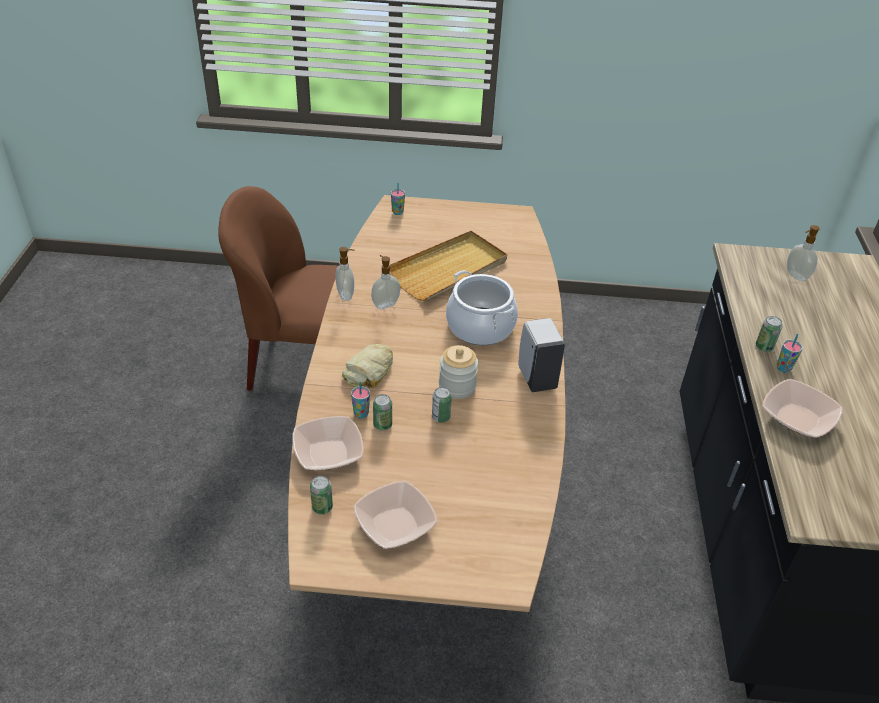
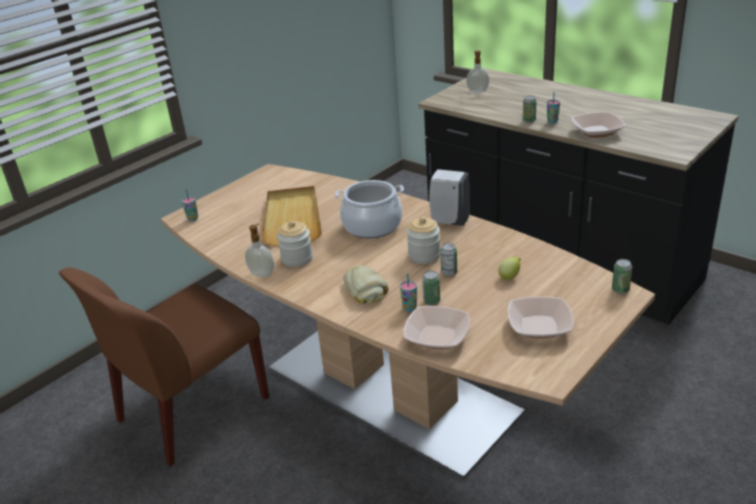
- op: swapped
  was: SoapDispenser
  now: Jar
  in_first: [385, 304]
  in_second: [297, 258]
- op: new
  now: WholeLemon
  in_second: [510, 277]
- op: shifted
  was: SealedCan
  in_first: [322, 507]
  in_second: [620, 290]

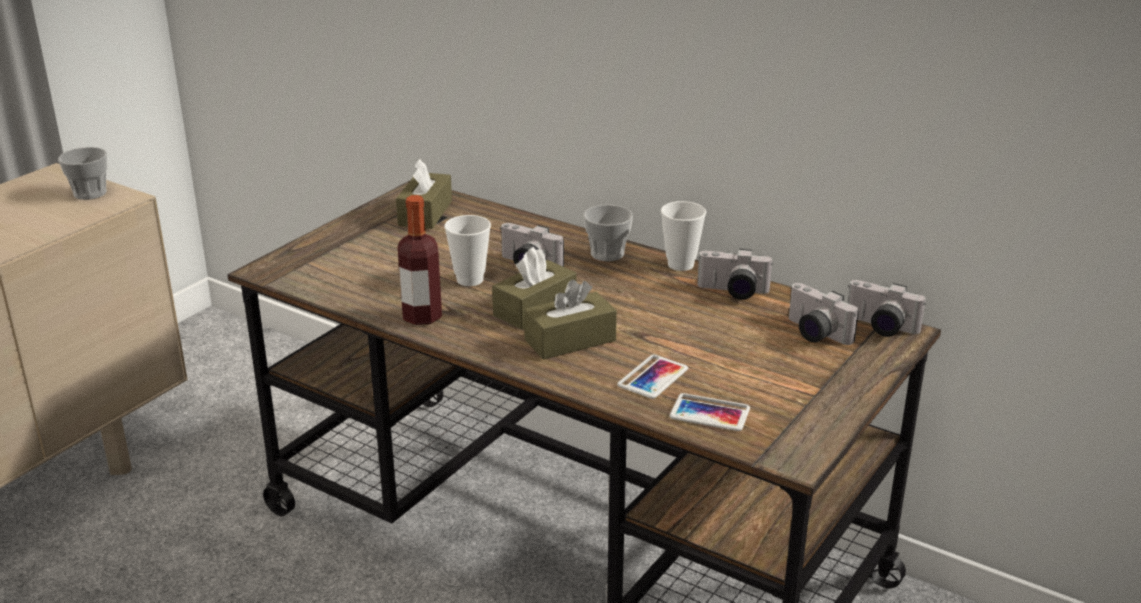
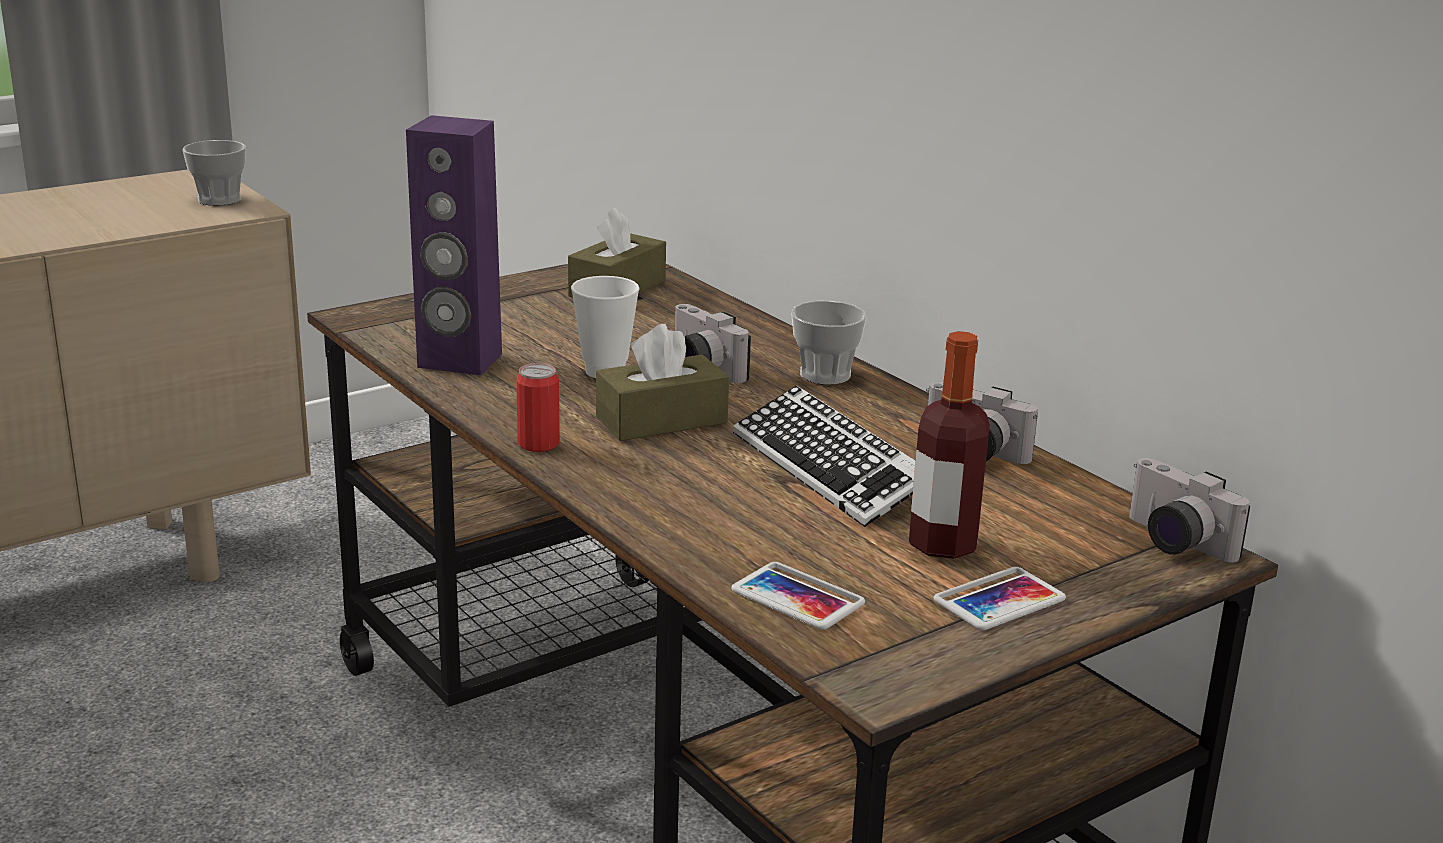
- op: new
  now: PurpleAudioSpeaker
  in_second: [459, 361]
- op: new
  now: SealedCan
  in_second: [538, 444]
- op: new
  now: Keyboard
  in_second: [830, 469]
- op: shifted
  was: DrinkBottle
  in_first: [422, 316]
  in_second: [942, 545]
- op: shifted
  was: Telephone
  in_first: [653, 377]
  in_second: [999, 600]
- op: gone
  was: BrownColouredTissueBox
  in_first: [570, 340]
- op: gone
  was: SmallCup
  in_first: [680, 264]
- op: gone
  was: StillCamera
  in_first: [813, 333]

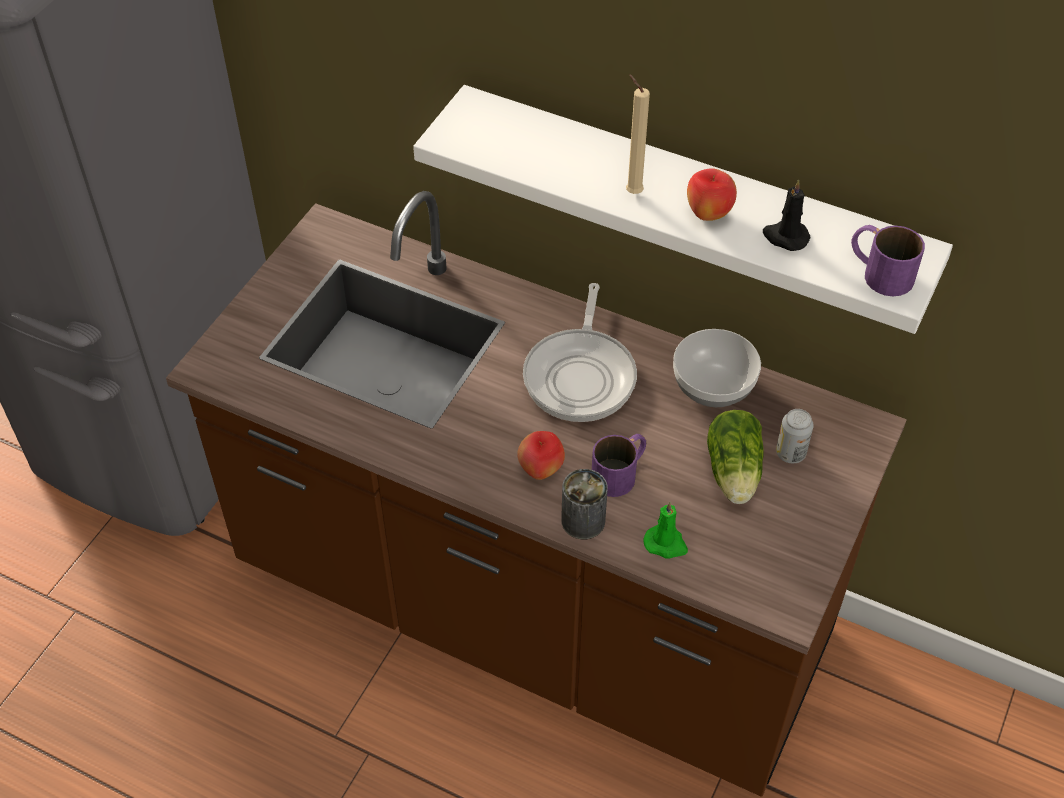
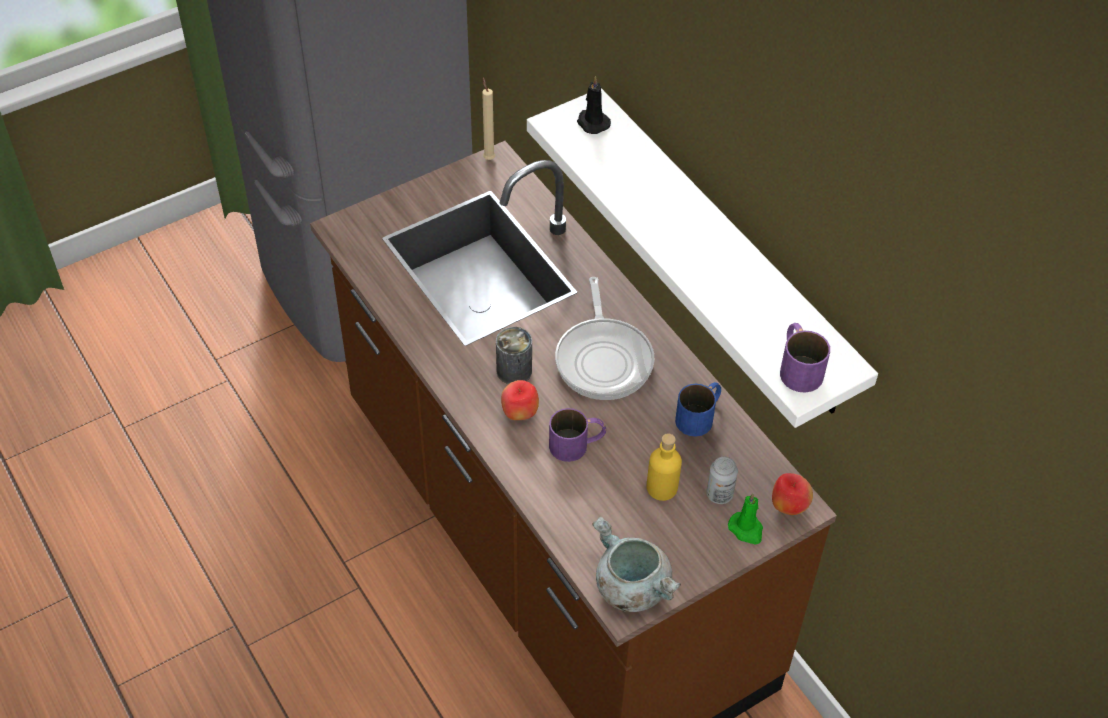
- op: shifted
  was: SandColouredWaxCandle
  in_first: [631, 192]
  in_second: [488, 158]
- op: shifted
  was: SealedCan
  in_first: [583, 521]
  in_second: [514, 370]
- op: rotated
  was: Pan
  in_first: [581, 375]
  in_second: [604, 358]
  clockwise: -45
- op: shifted
  was: BlackWaxCandle
  in_first: [785, 237]
  in_second: [592, 122]
- op: new
  now: GreySaucepot
  in_second: [630, 587]
- op: swapped
  was: Lettuce
  now: YellowDrinkBottle
  in_first: [733, 474]
  in_second: [662, 488]
- op: swapped
  was: DeepDish
  now: BluishMug
  in_first: [714, 386]
  in_second: [700, 415]
- op: shifted
  was: GreenColouredWaxCandle
  in_first: [666, 544]
  in_second: [746, 529]
- op: shifted
  was: WholeApple
  in_first: [708, 214]
  in_second: [788, 506]

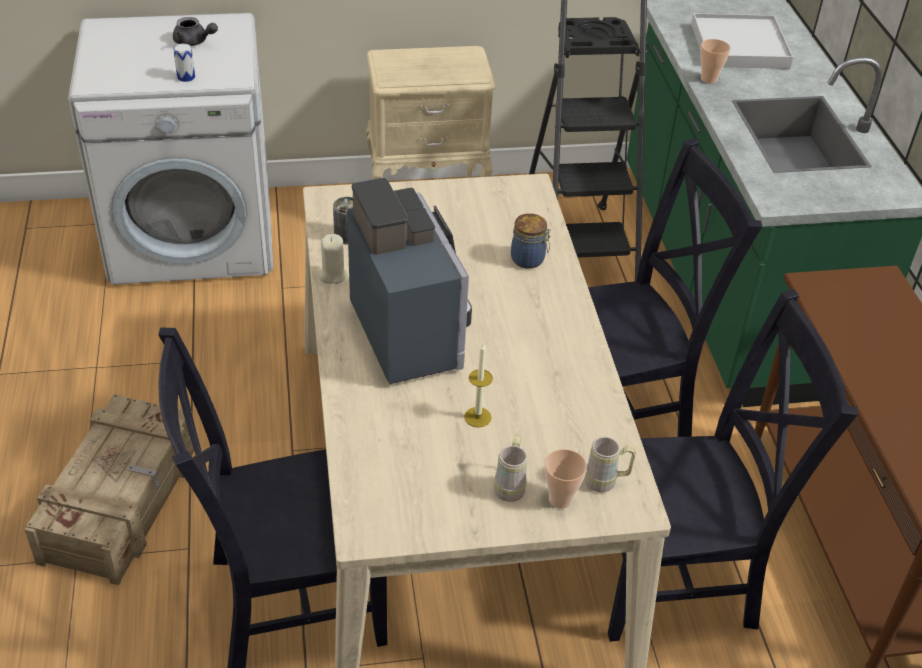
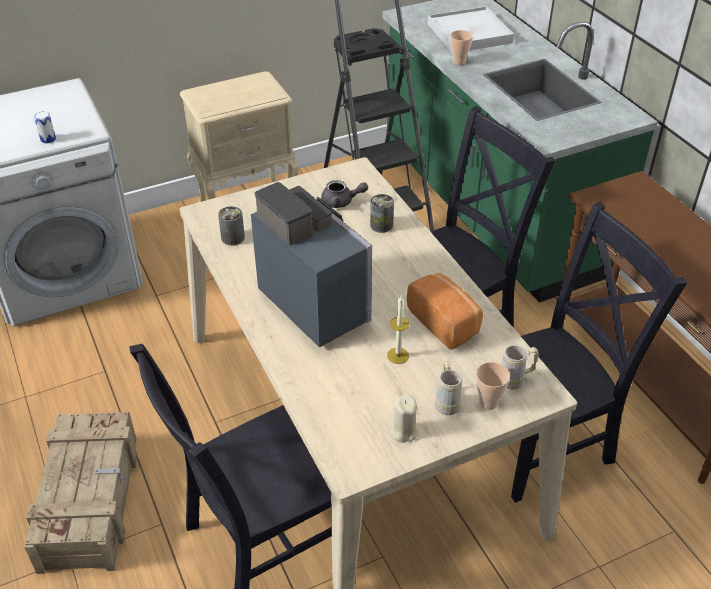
- op: shifted
  was: GreyPotForTea
  in_first: [194, 42]
  in_second: [341, 202]
- op: swapped
  was: Jar
  now: SealedCan
  in_first: [529, 260]
  in_second: [381, 225]
- op: shifted
  was: SandColouredWaxCandle
  in_first: [332, 275]
  in_second: [403, 431]
- op: new
  now: Bread
  in_second: [445, 322]

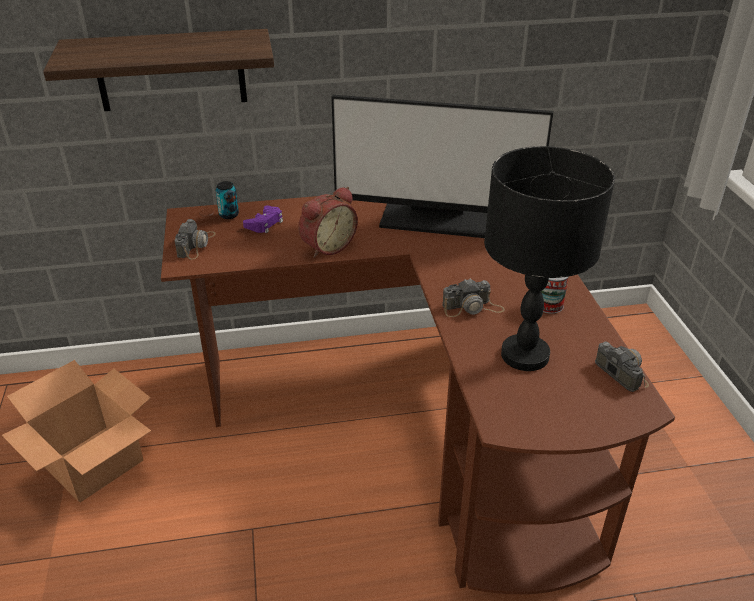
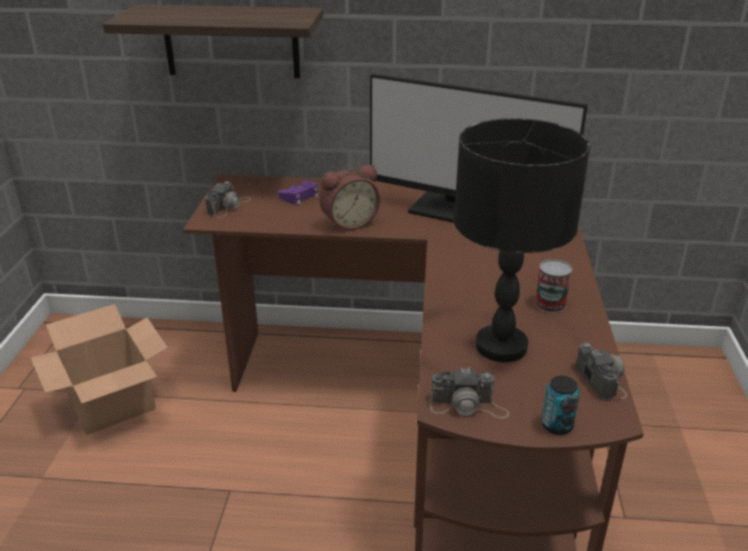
- op: shifted
  was: StillCamera
  in_first: [472, 308]
  in_second: [468, 406]
- op: shifted
  was: SealedCan
  in_first: [229, 215]
  in_second: [556, 425]

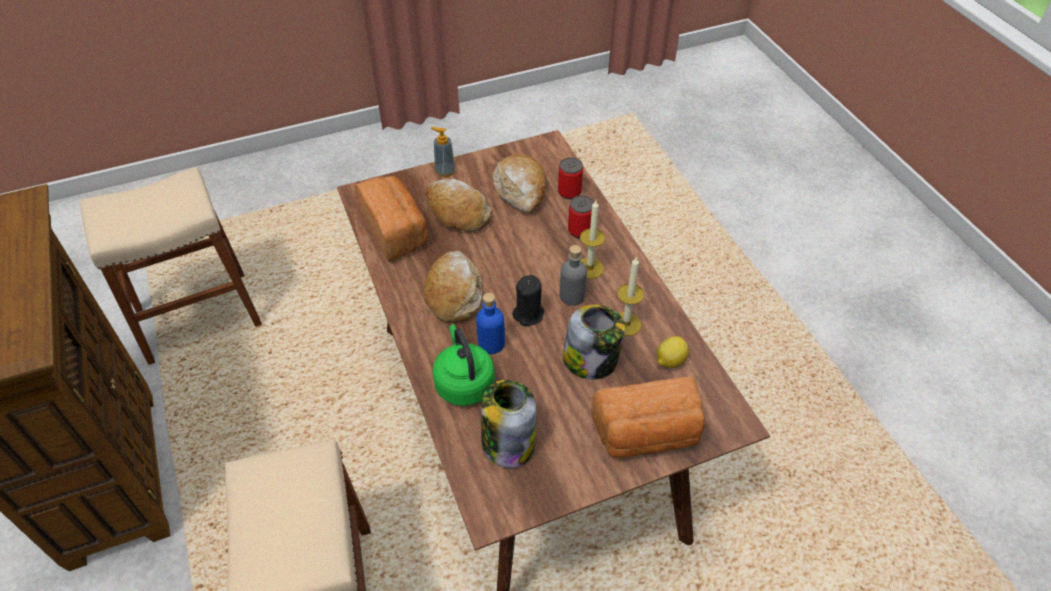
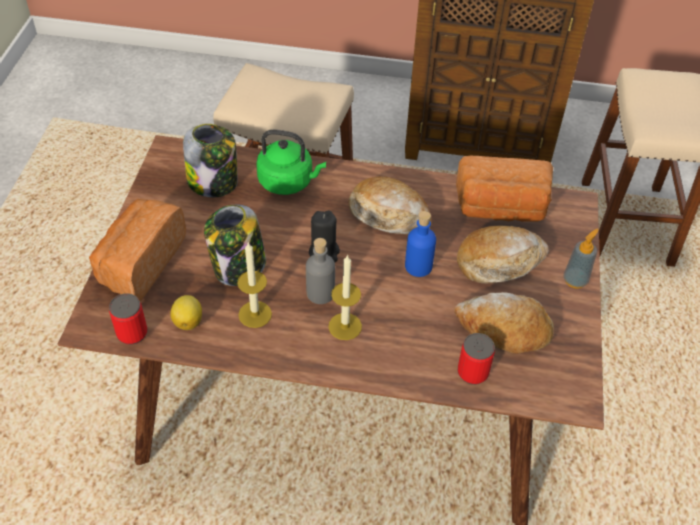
- op: shifted
  was: SealedCan
  in_first: [580, 230]
  in_second: [132, 333]
- op: shifted
  was: BluishDrinkBottle
  in_first: [491, 343]
  in_second: [418, 266]

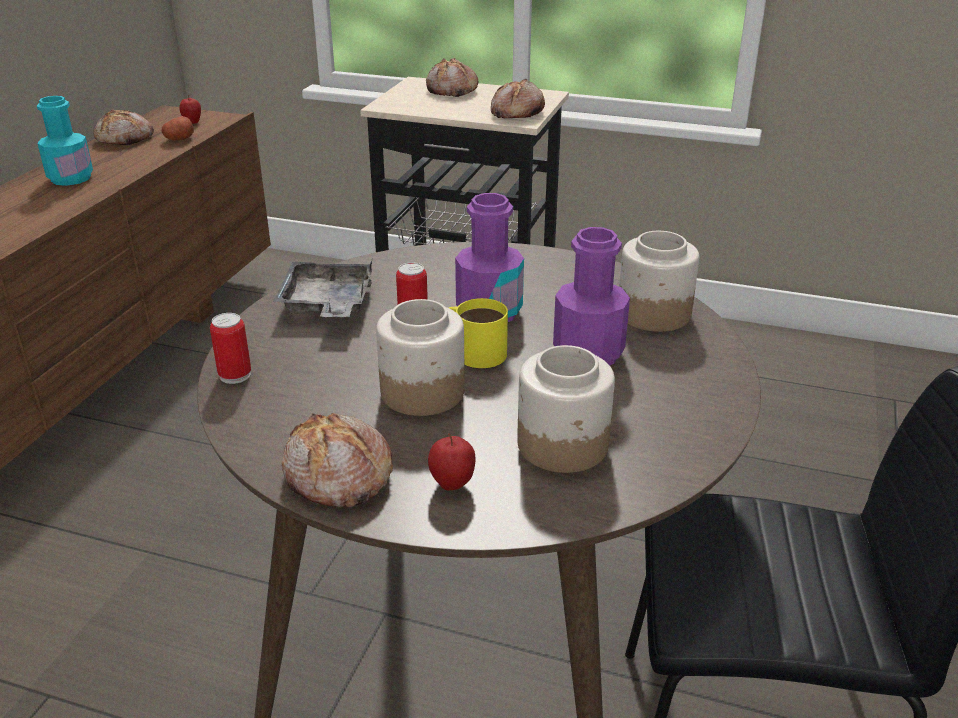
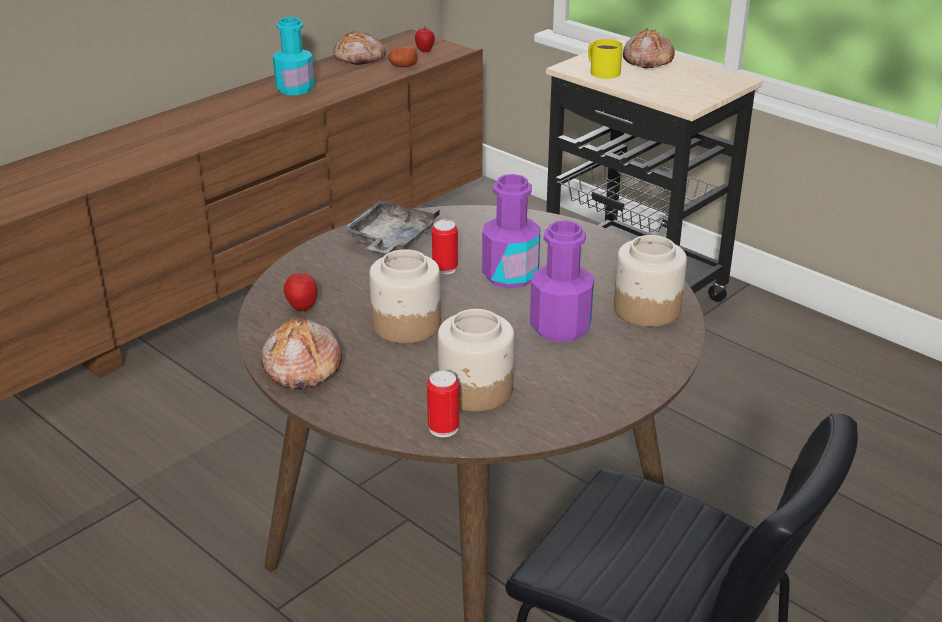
- op: shifted
  was: WholeApple
  in_first: [452, 485]
  in_second: [302, 308]
- op: shifted
  was: SealedCan
  in_first: [235, 375]
  in_second: [443, 428]
- op: shifted
  was: YellowMug
  in_first: [472, 351]
  in_second: [601, 71]
- op: gone
  was: Bread
  in_first: [516, 113]

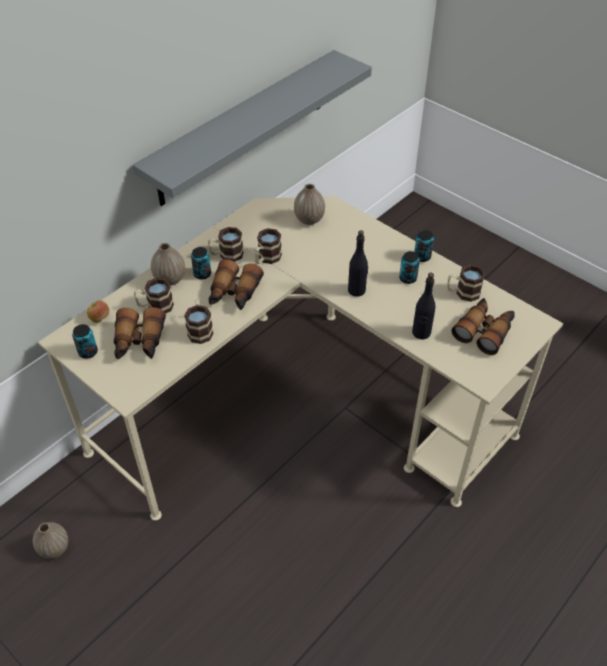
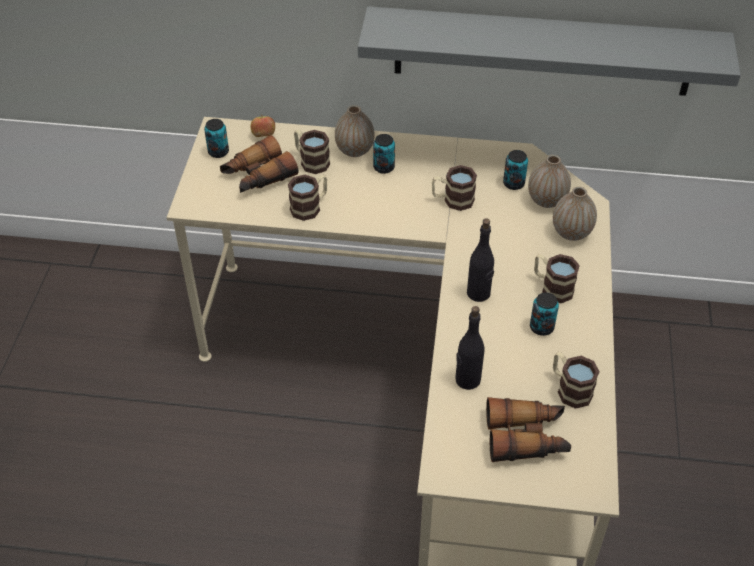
- op: shifted
  was: SealedCan
  in_first: [422, 257]
  in_second: [513, 183]
- op: shifted
  was: Mug
  in_first: [226, 255]
  in_second: [552, 287]
- op: shifted
  was: Vase
  in_first: [54, 548]
  in_second: [571, 233]
- op: gone
  was: PairOfBinoculars
  in_first: [234, 294]

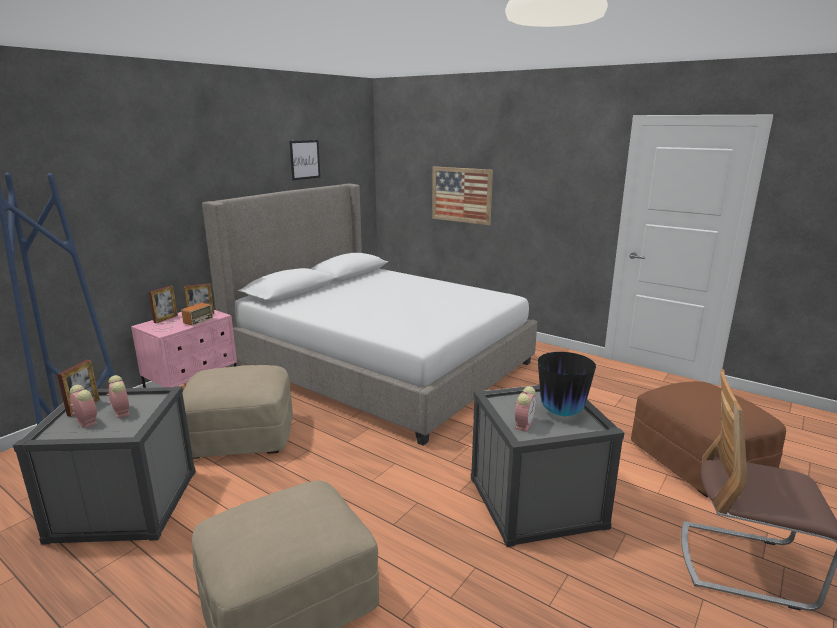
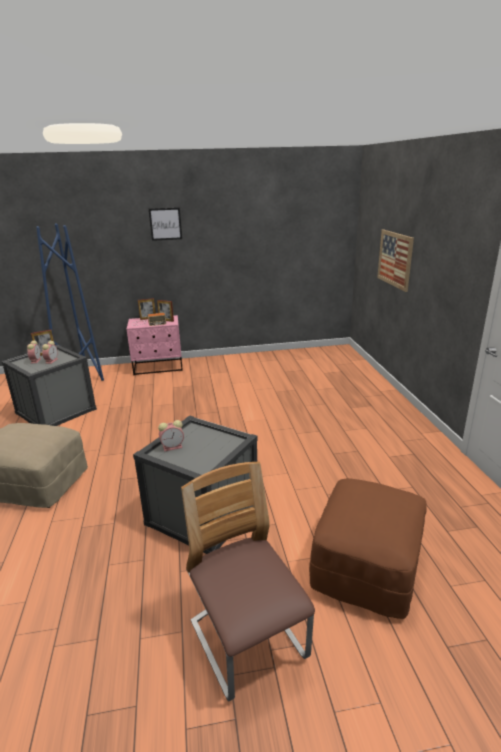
- op: shifted
  was: WallPicture
  in_first: [305, 159]
  in_second: [165, 224]
- op: gone
  was: SandColouredPouffe
  in_first: [240, 436]
- op: gone
  was: SleepingBed
  in_first: [379, 365]
- op: gone
  was: Vase
  in_first: [561, 412]

